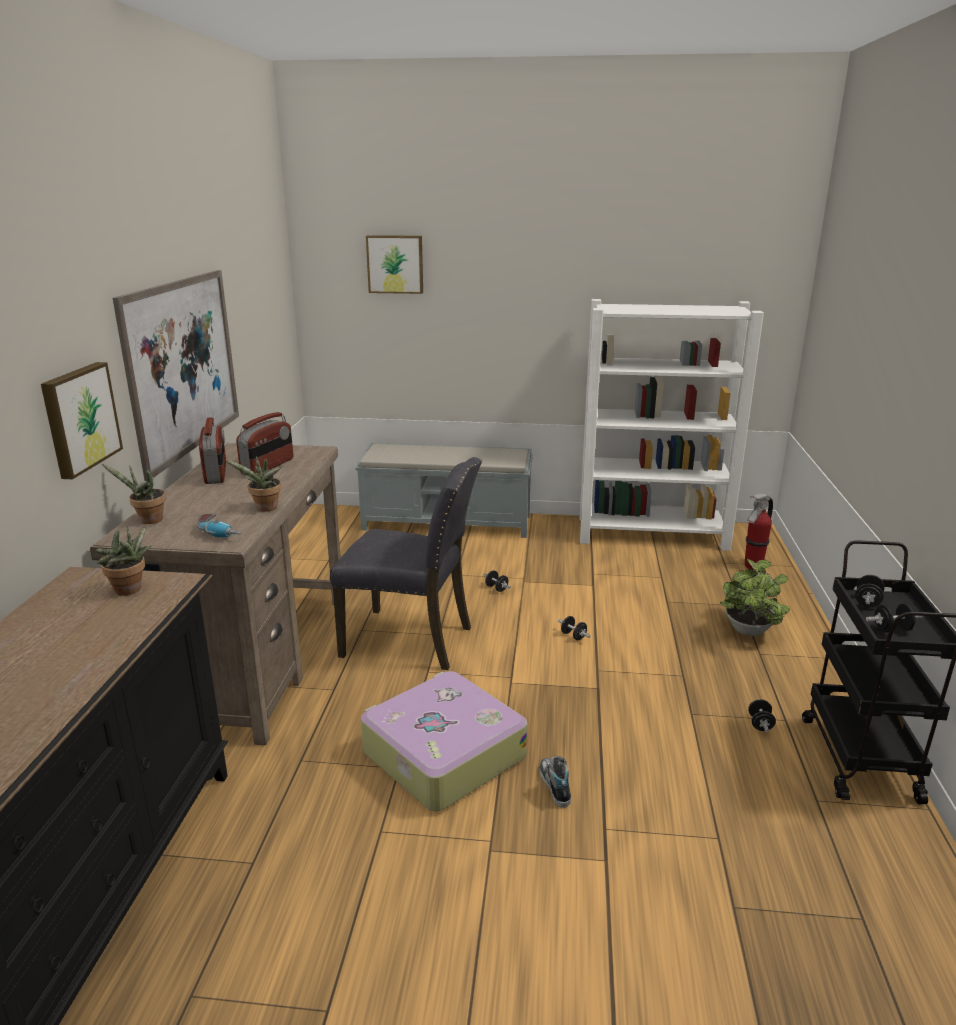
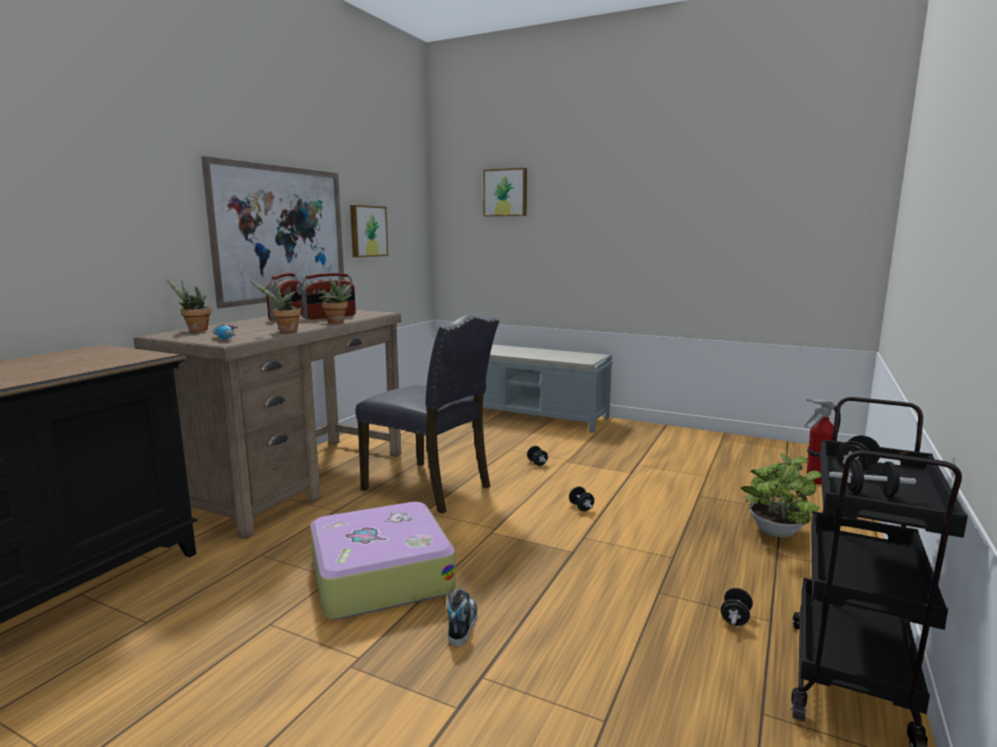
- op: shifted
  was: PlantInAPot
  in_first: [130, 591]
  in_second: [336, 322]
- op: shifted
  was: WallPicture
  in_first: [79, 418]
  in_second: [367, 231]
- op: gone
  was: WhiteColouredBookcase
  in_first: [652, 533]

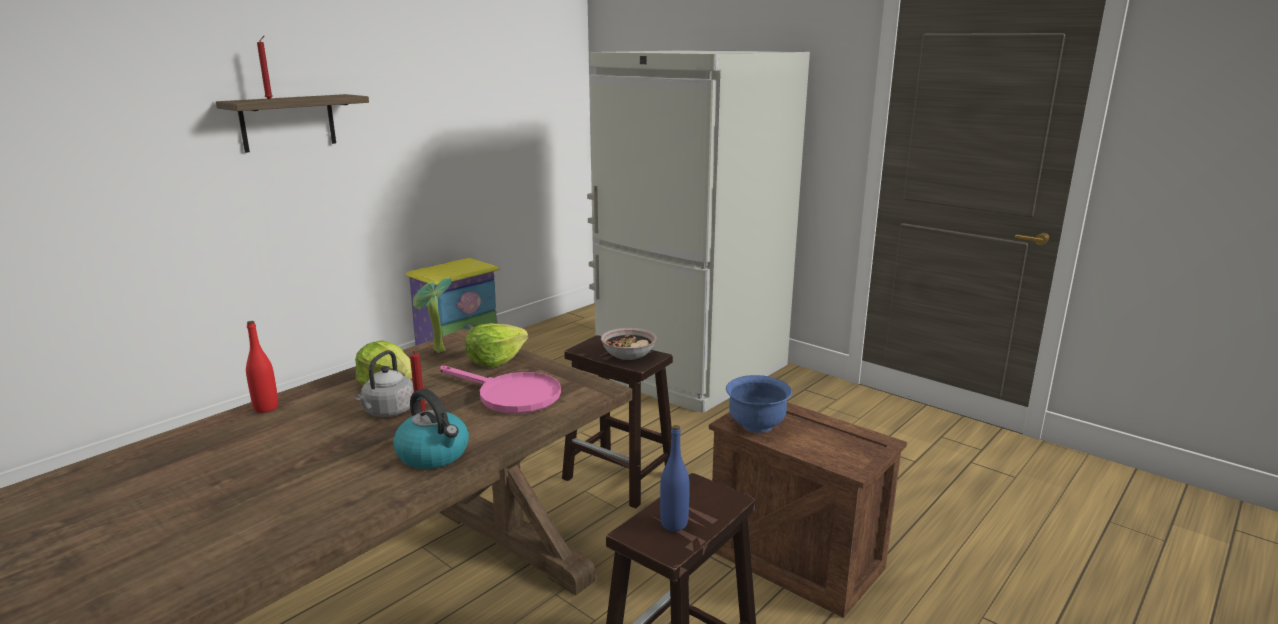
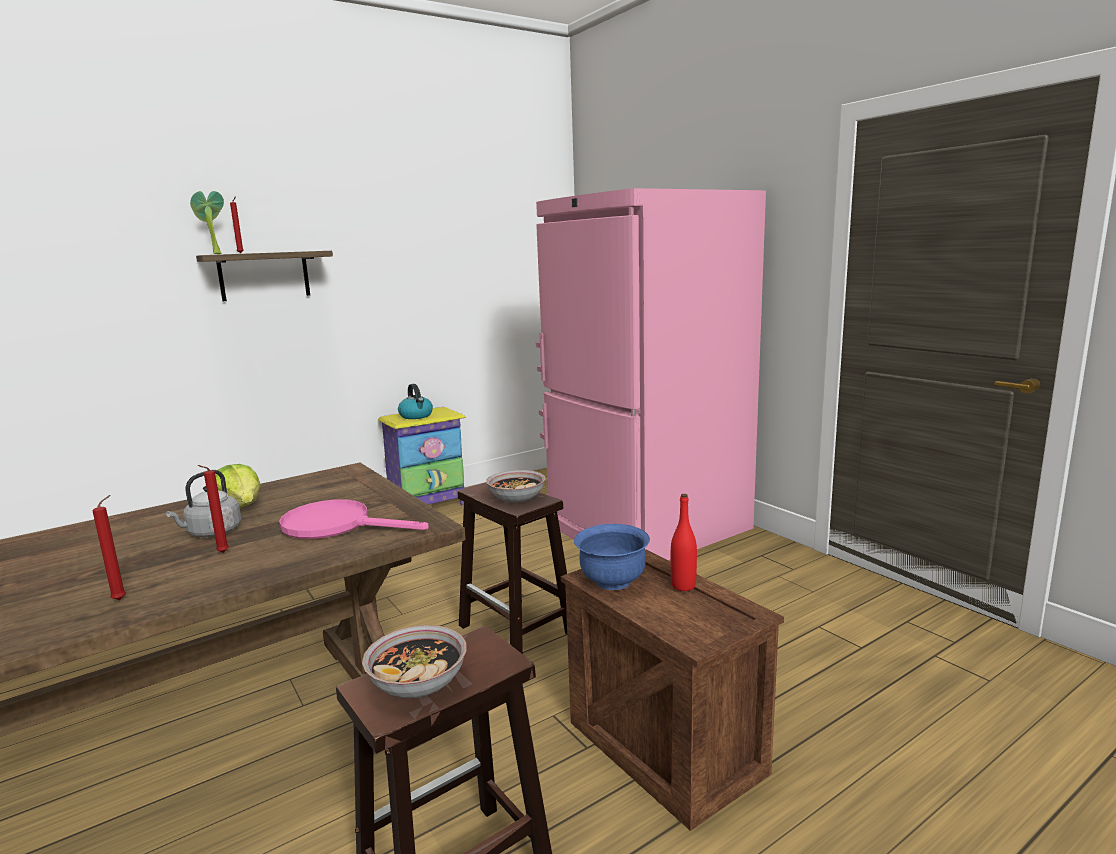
- op: new
  now: RedWaxCandle
  in_second: [122, 599]
- op: shifted
  was: PlantInAPot
  in_first: [436, 351]
  in_second: [214, 254]
- op: rotated
  was: PinkPan
  in_first: [510, 395]
  in_second: [337, 525]
  clockwise: 150
- op: swapped
  was: BluishDrinkBottle
  now: DeepDish
  in_first: [674, 524]
  in_second: [418, 682]
- op: shifted
  was: Kettle
  in_first: [434, 454]
  in_second: [416, 416]
- op: repainted
  was: WhiteColouredFridge
  now: PinkFridge
  in_first: [690, 369]
  in_second: [646, 526]
- op: shifted
  was: RedDrinkBottle
  in_first: [266, 408]
  in_second: [683, 586]
- op: gone
  was: Lettuce
  in_first: [495, 360]

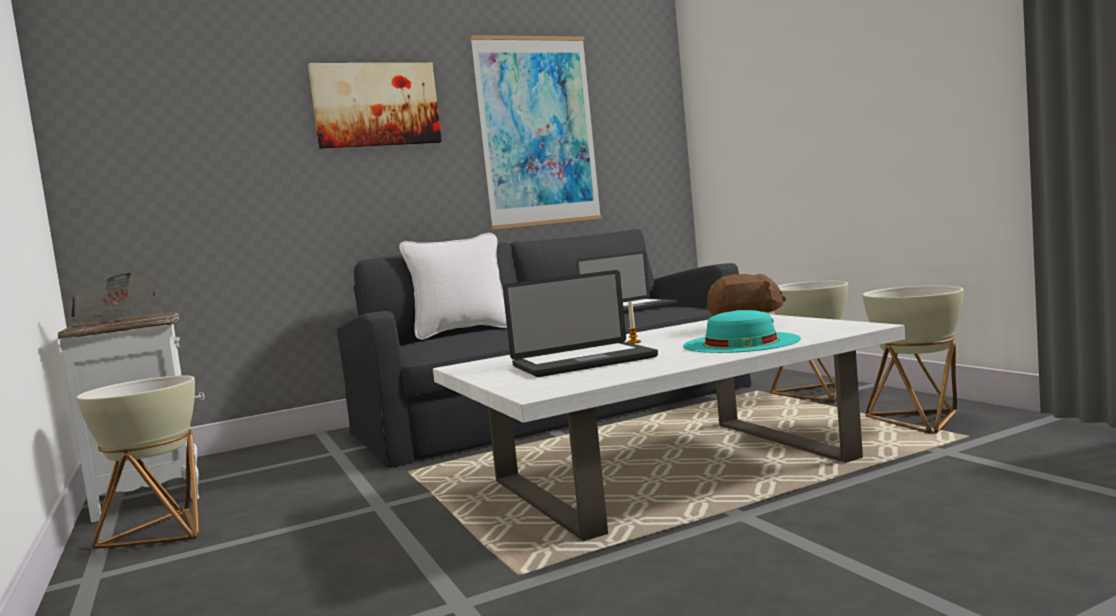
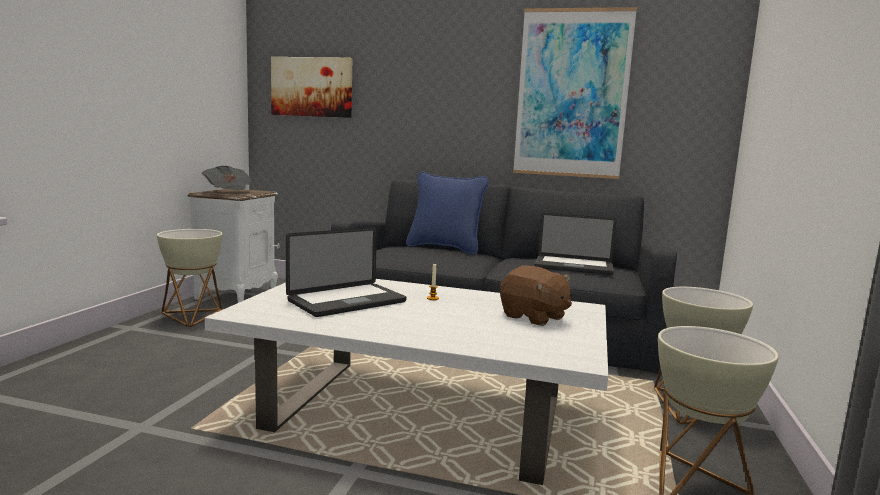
- op: shifted
  was: WallPicture
  in_first: [376, 105]
  in_second: [312, 87]
- op: rotated
  was: NotebookComputer
  in_first: [584, 362]
  in_second: [347, 301]
  clockwise: -60
- op: repainted
  was: WhiteColouredCushion
  now: BluishCushion
  in_first: [462, 332]
  in_second: [445, 248]
- op: gone
  was: TurquoiseClothingHat
  in_first: [741, 342]

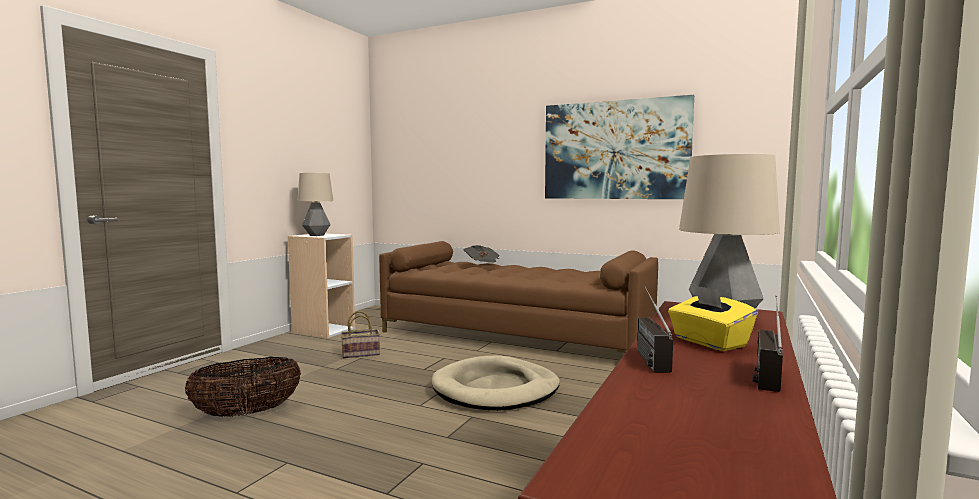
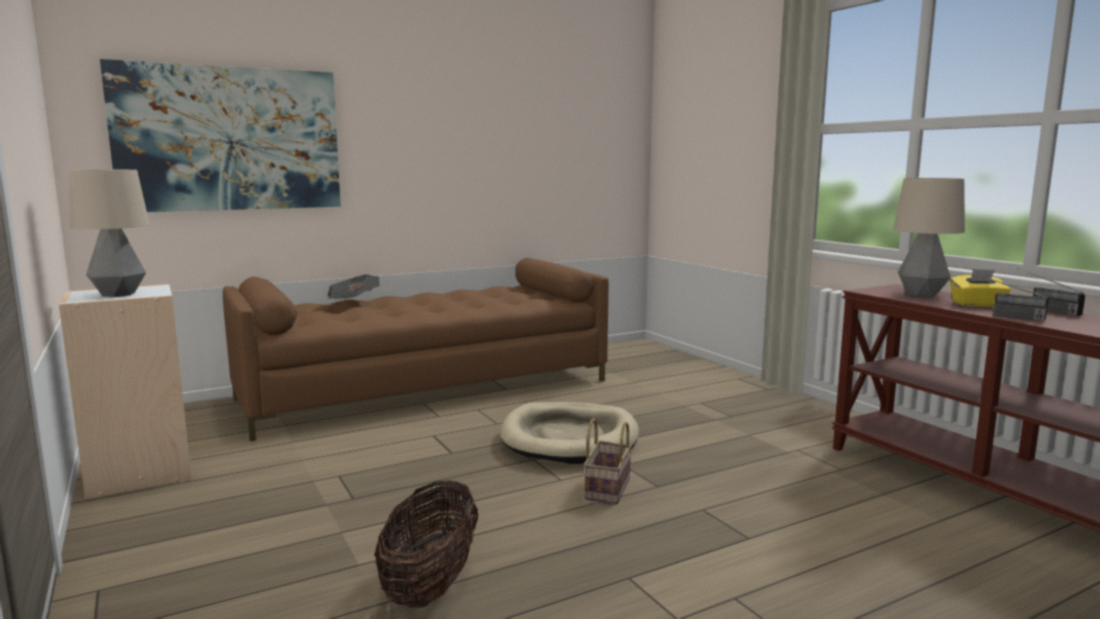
- op: shifted
  was: WallPicture
  in_first: [615, 150]
  in_second: [230, 139]
- op: shifted
  was: HouseholdBasket
  in_first: [361, 353]
  in_second: [606, 487]

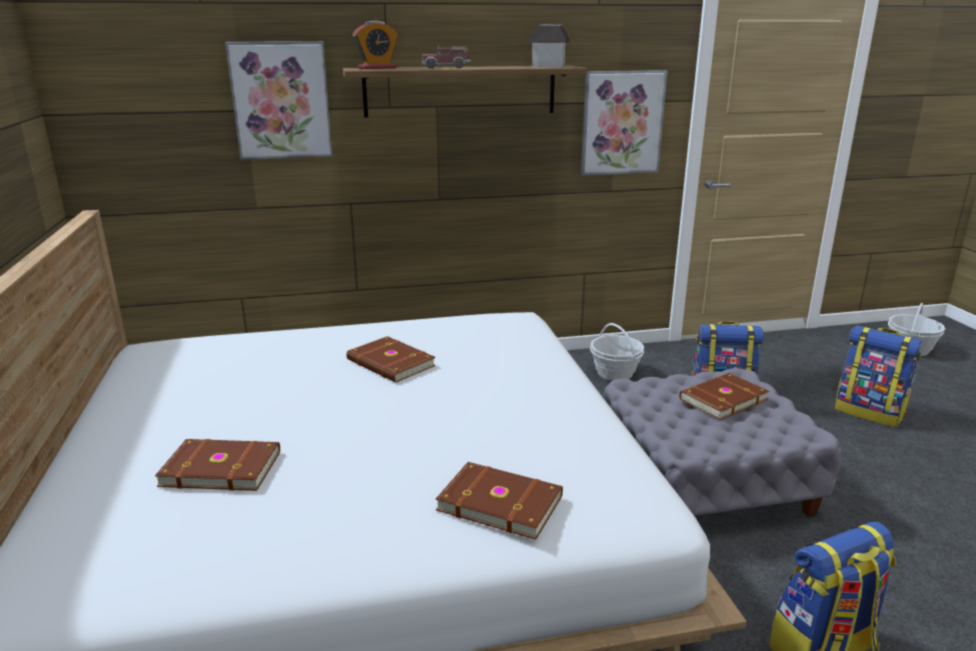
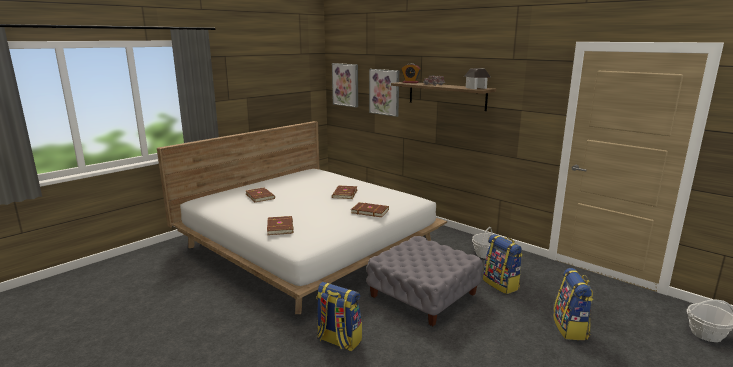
- op: shifted
  was: WallPicture
  in_first: [622, 123]
  in_second: [345, 84]
- op: shifted
  was: BrownColouredBook
  in_first: [722, 399]
  in_second: [370, 211]

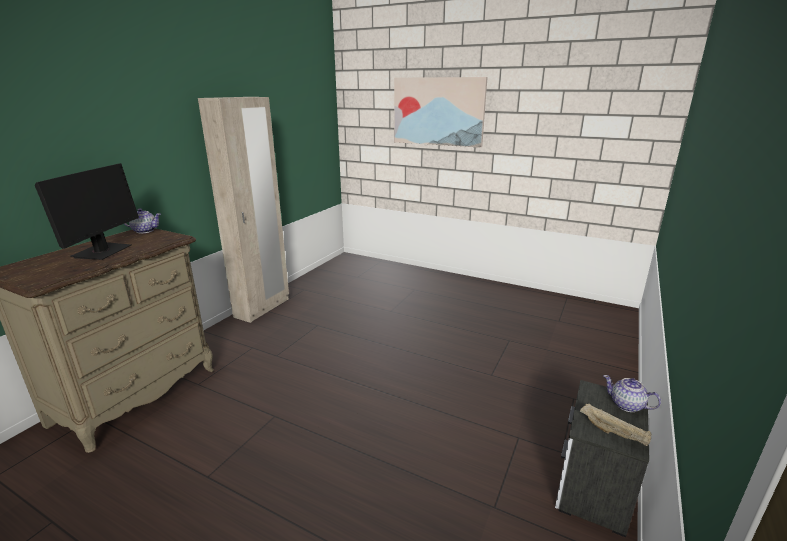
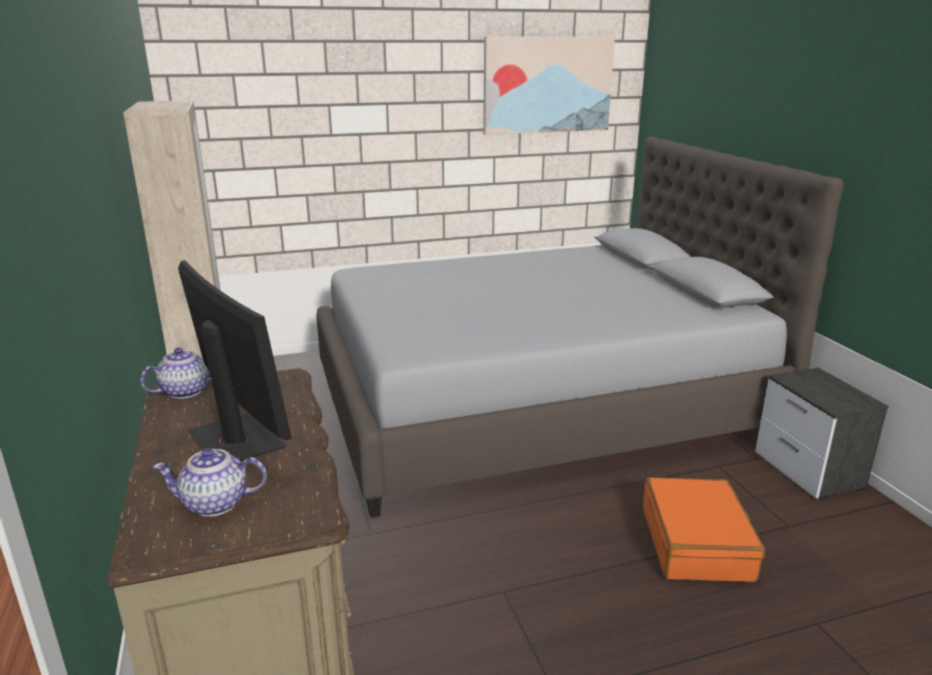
- op: shifted
  was: PotForTea
  in_first: [627, 405]
  in_second: [216, 504]
- op: new
  now: GreySleepingBed
  in_second: [537, 402]
- op: shifted
  was: WallPicture
  in_first: [438, 111]
  in_second: [547, 85]
- op: new
  now: OrangeSuitcase
  in_second: [696, 544]
- op: gone
  was: SandColouredCarryingTray
  in_first: [614, 433]

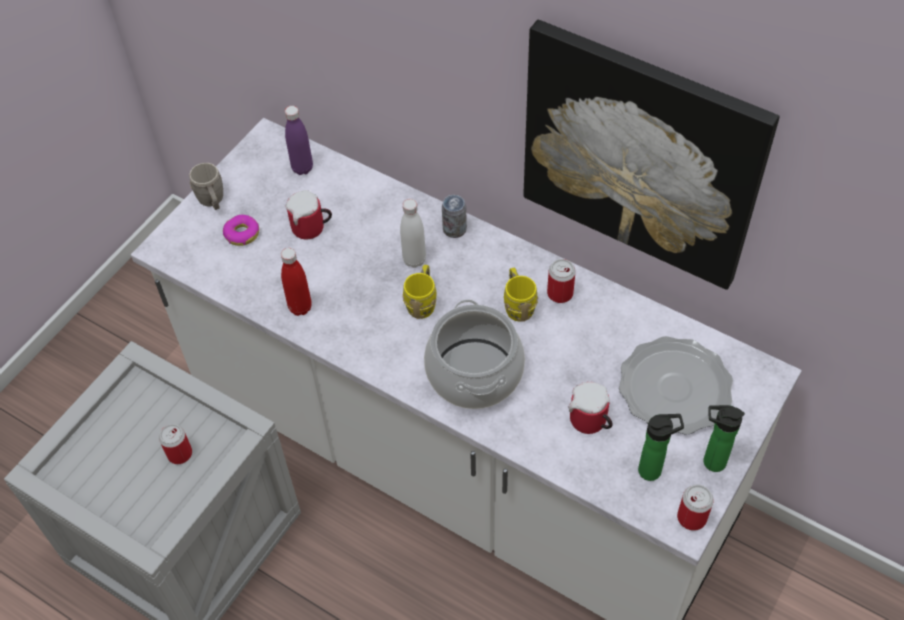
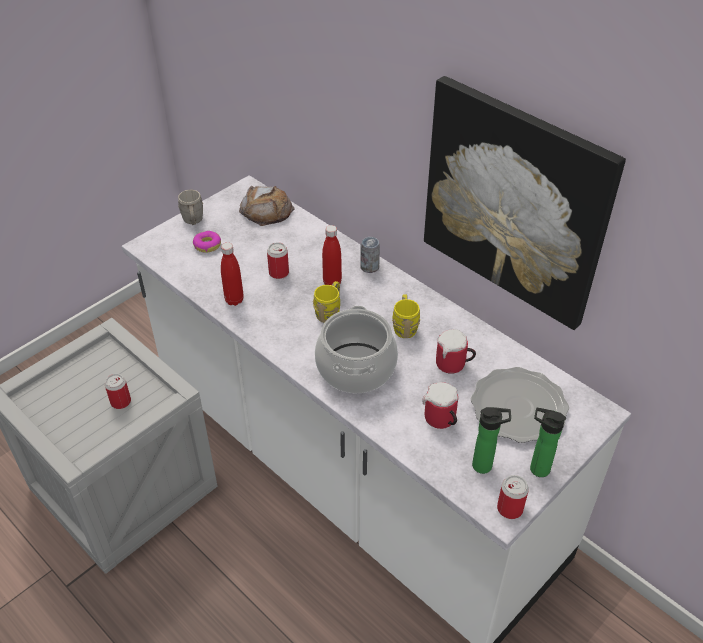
- op: swapped
  was: PurpleDrinkBottle
  now: Bread
  in_first: [302, 168]
  in_second: [266, 210]
- op: shifted
  was: SealedCan
  in_first: [560, 293]
  in_second: [279, 273]
- op: repainted
  was: WhiteColouredDrinkBottle
  now: RedDrinkBottle
  in_first: [414, 260]
  in_second: [332, 282]
- op: shifted
  was: Mug
  in_first: [312, 229]
  in_second: [454, 365]

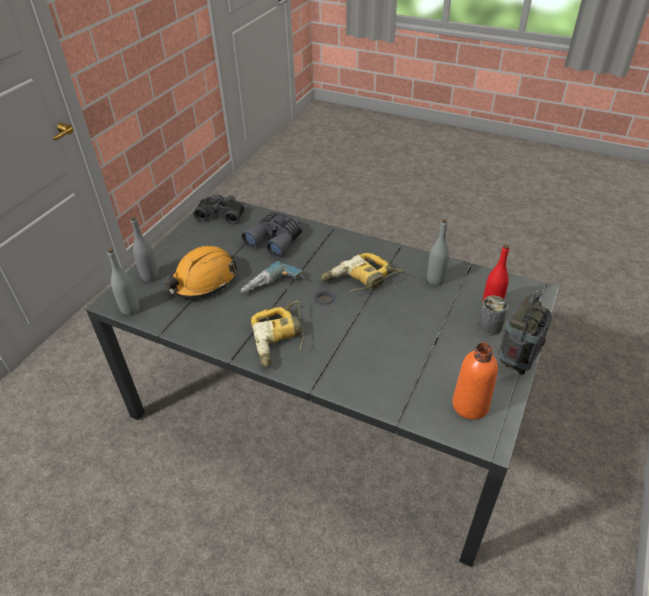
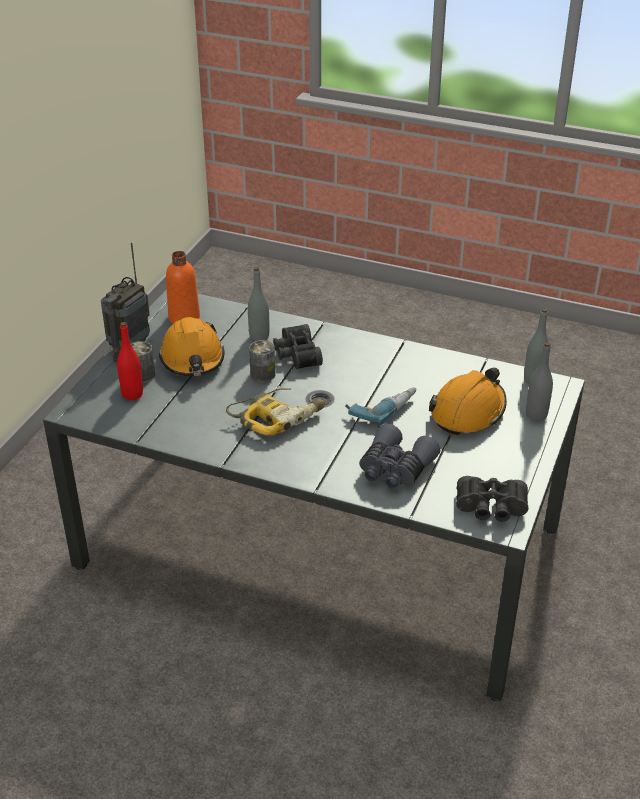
- op: new
  now: OrangeHardHat
  in_second: [192, 359]
- op: shifted
  was: GreyDrinkBottle
  in_first: [435, 280]
  in_second: [259, 336]
- op: new
  now: SealedCan
  in_second: [262, 374]
- op: new
  now: BlackPairOfBinoculars
  in_second: [295, 354]
- op: gone
  was: PowerDrill
  in_first: [280, 339]

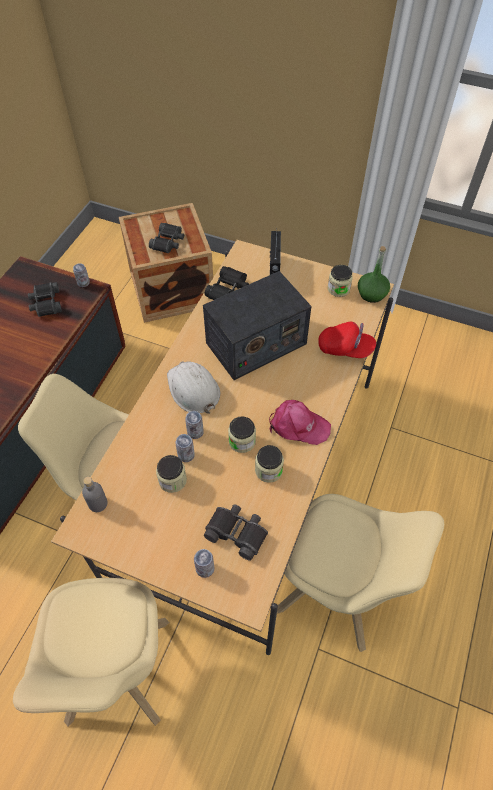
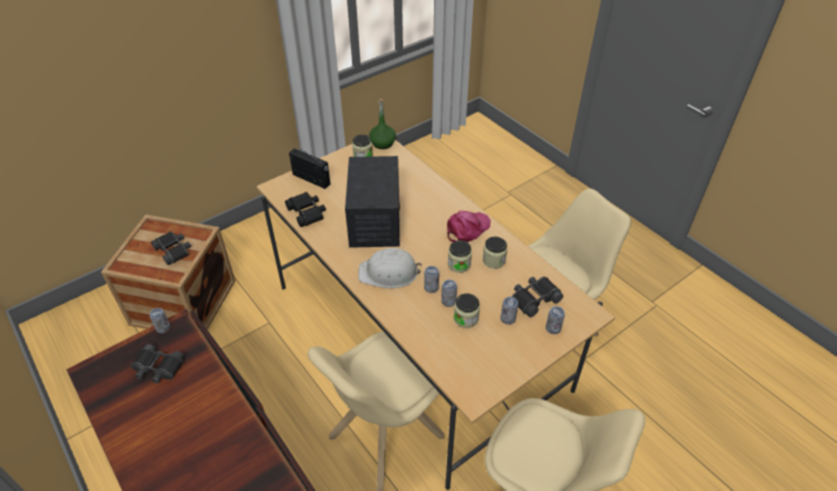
- op: new
  now: SealedCan
  in_second: [508, 319]
- op: gone
  was: GreyDrinkBottle
  in_first: [98, 503]
- op: gone
  was: RedPeakedCap
  in_first: [345, 349]

